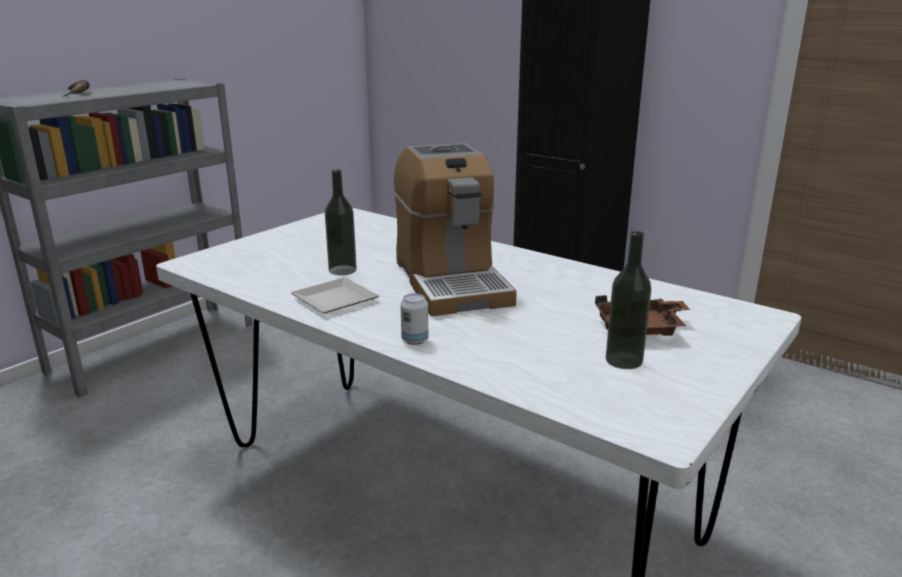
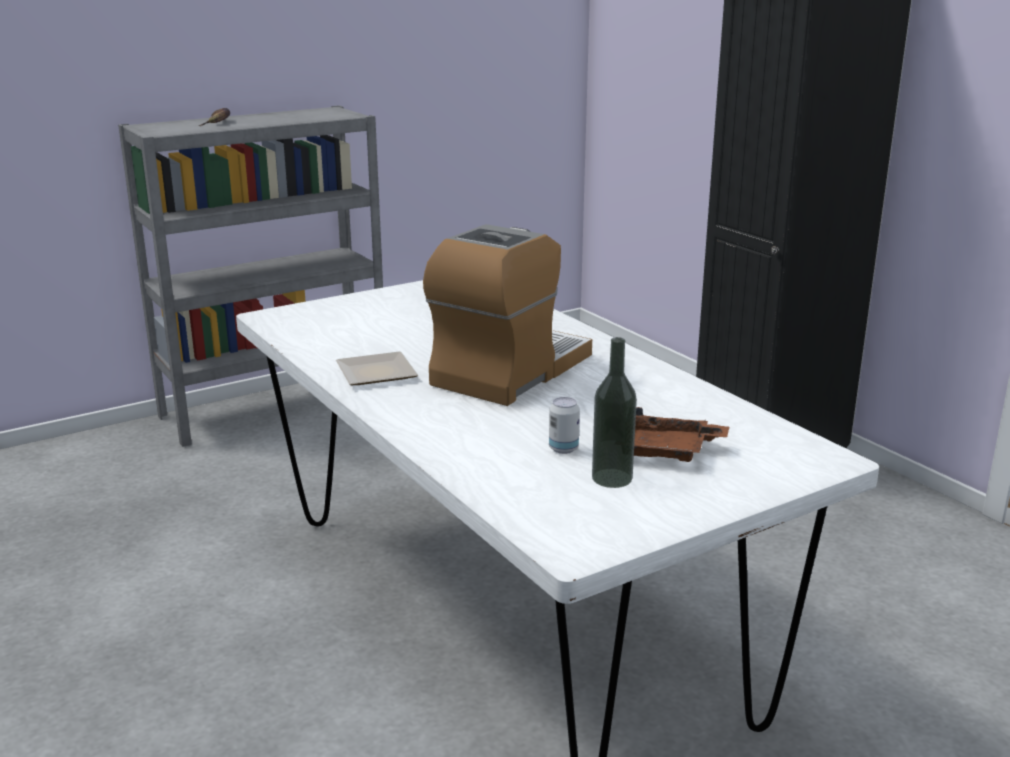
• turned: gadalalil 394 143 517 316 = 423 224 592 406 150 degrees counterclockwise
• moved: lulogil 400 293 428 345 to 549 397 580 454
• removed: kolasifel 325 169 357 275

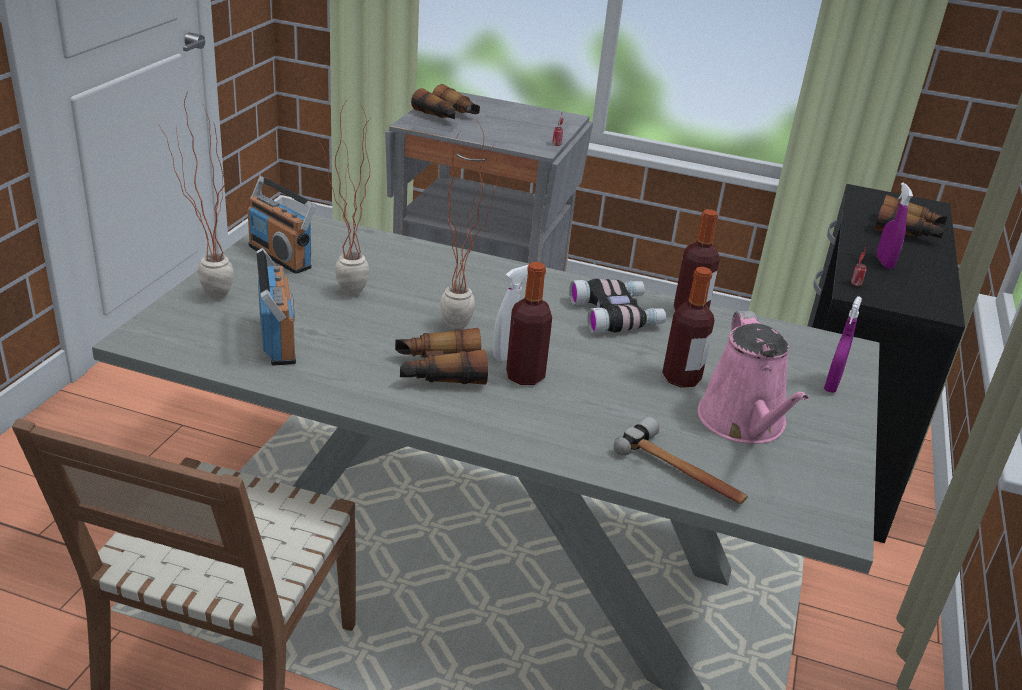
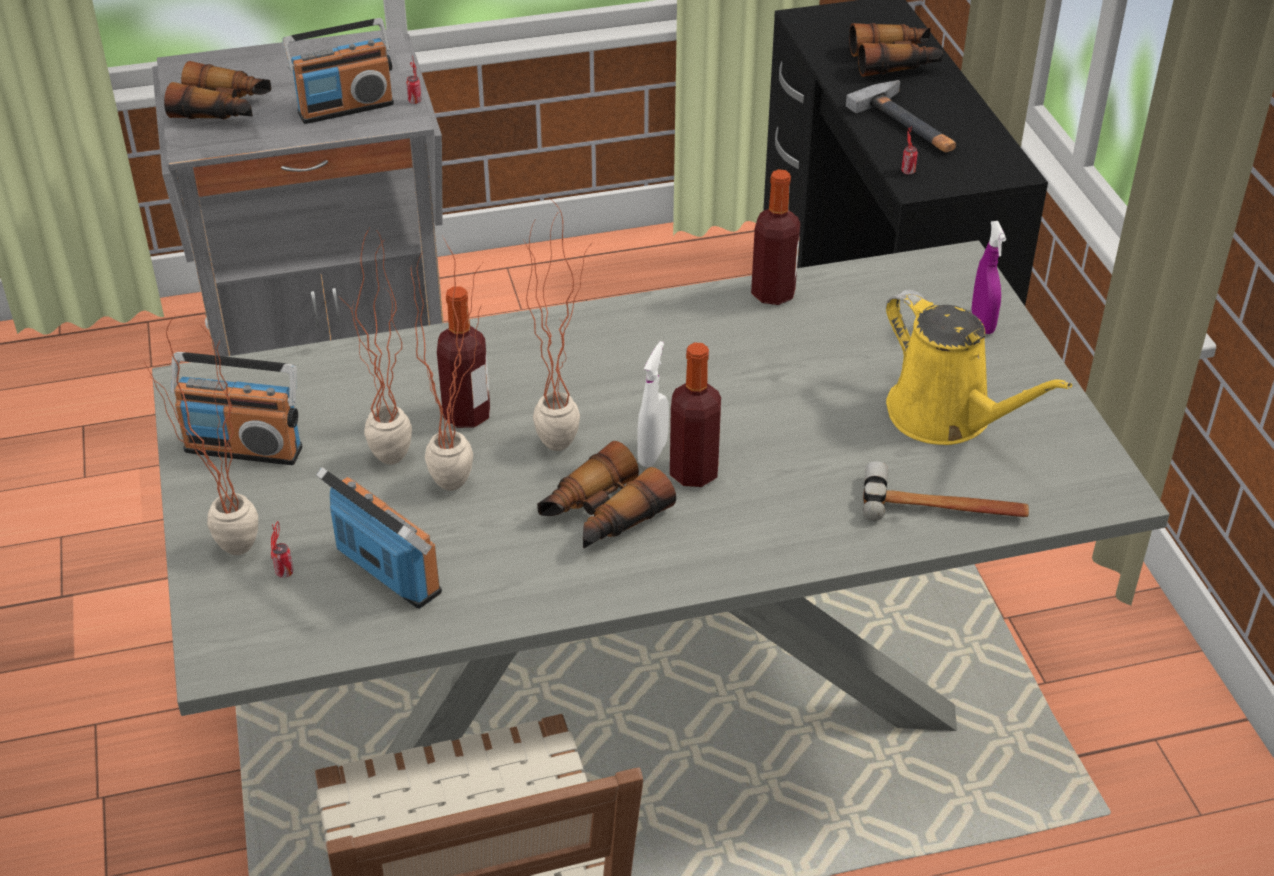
• added: lulogil 271 521 294 578
• added: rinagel 282 18 394 124
• added: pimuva 411 237 483 491
• moved: kolasifel 662 267 715 388 to 437 286 490 428
• replaced: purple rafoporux 876 182 913 269 to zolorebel 846 80 956 153
• recoloured: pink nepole 698 311 809 444 to yellow nepole 886 289 1072 445
• removed: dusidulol 569 279 666 334

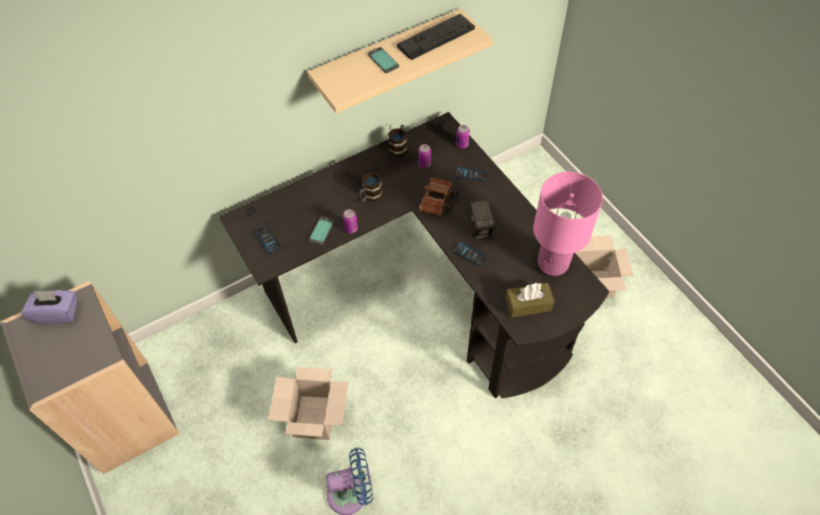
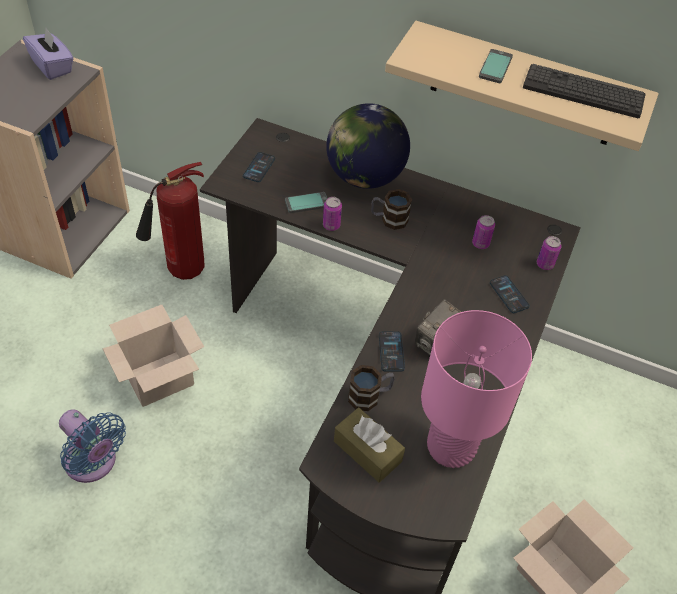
• added: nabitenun 136 162 205 280
• added: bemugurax 326 103 410 189
• moved: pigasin 388 125 407 157 to 348 365 395 411
• removed: brown dusidulol 419 177 459 216

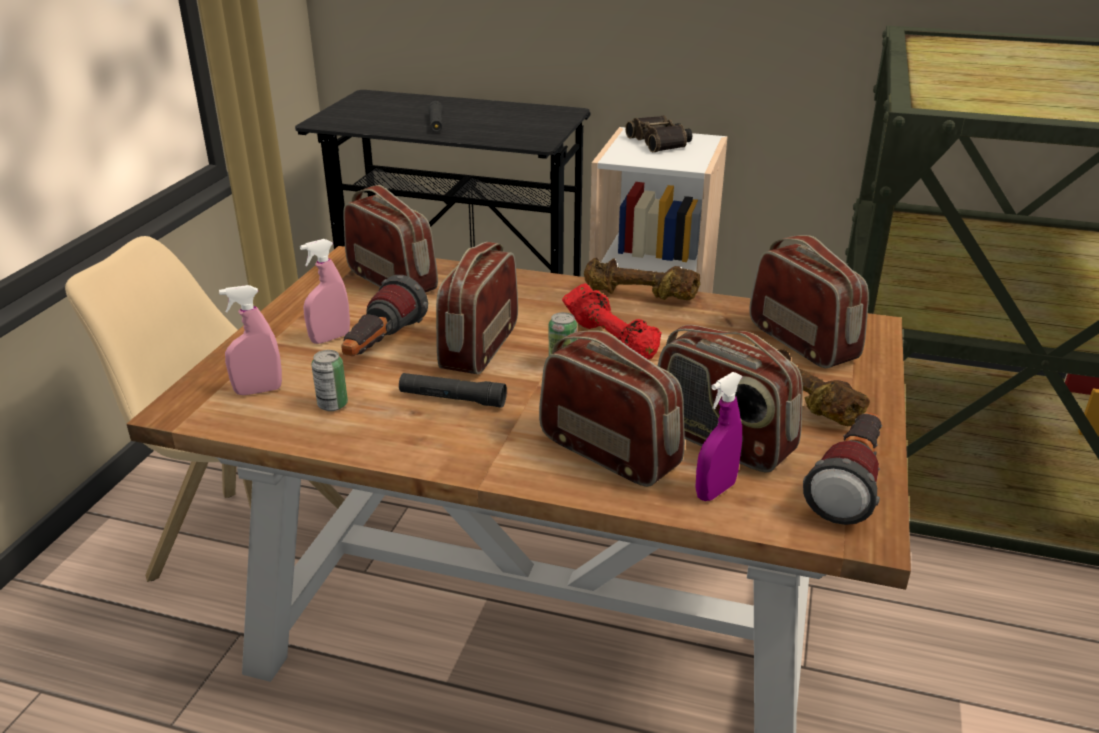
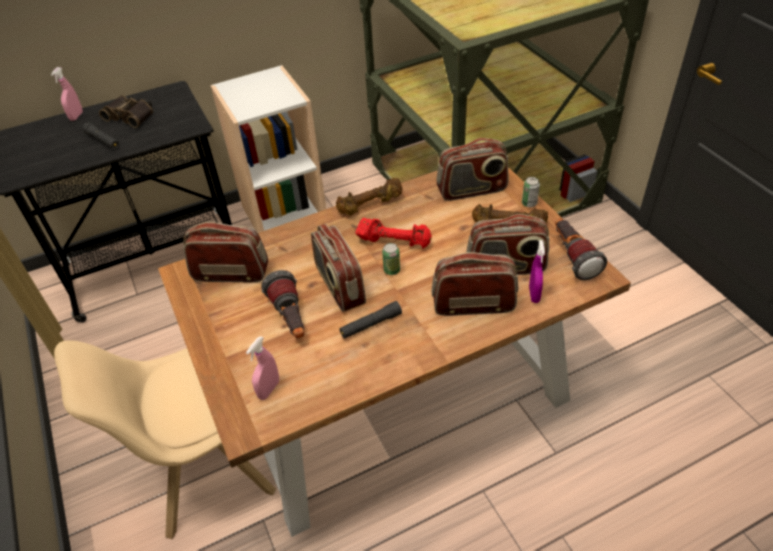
• moved: pink rafoporux 300 239 350 344 to 51 67 83 121
• moved: dusidulol 625 116 692 152 to 99 95 153 128
• turned: rinagel 750 235 869 368 = 437 138 509 201 150 degrees clockwise
• moved: lulogil 311 350 348 411 to 522 177 540 207

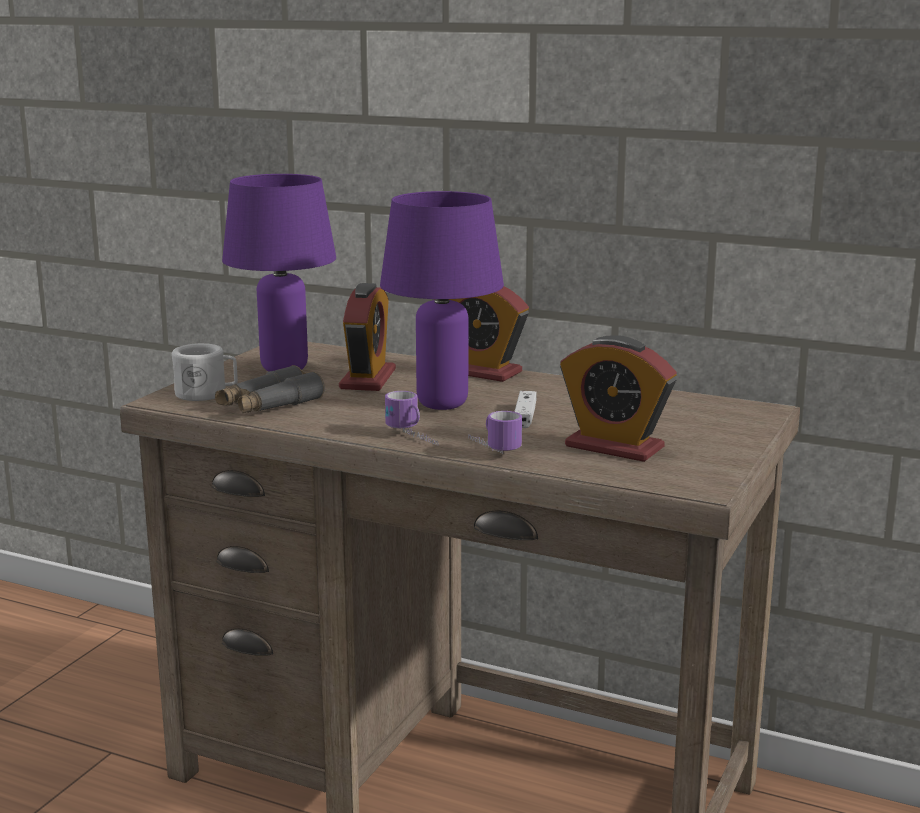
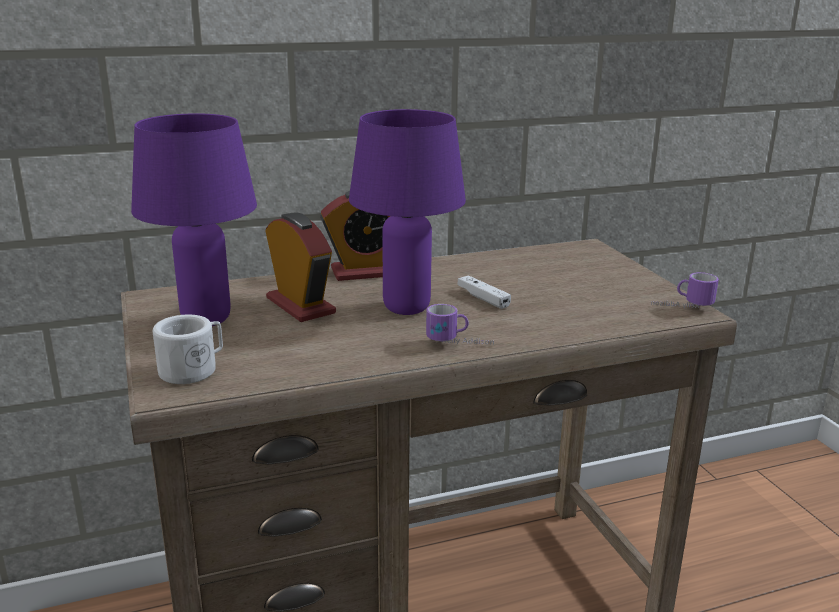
• moved: pigasin 468 411 522 454 to 651 272 719 308
• removed: grey dusidulol 215 365 325 413
• removed: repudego 560 335 677 462

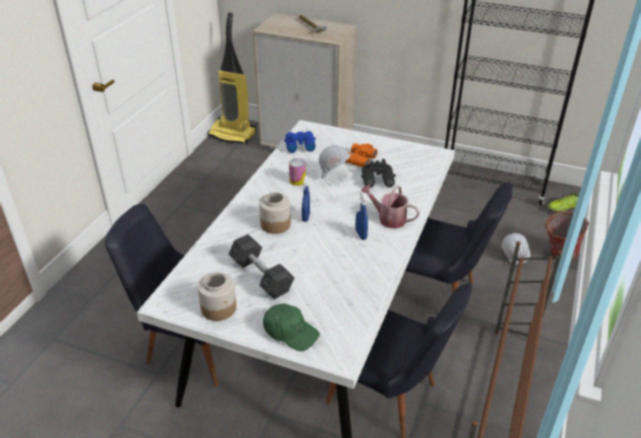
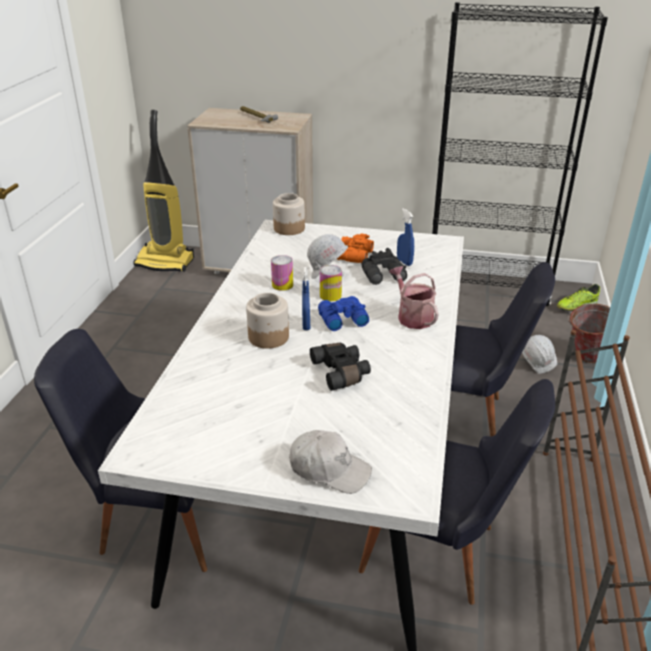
• moved: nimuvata 197 272 236 321 to 273 193 305 235
• recoloured: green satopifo 263 303 320 351 to white satopifo 289 430 372 494
• added: black dusidulol 310 343 371 391
• moved: blue dusidulol 284 131 316 153 to 318 296 369 331
• added: lulogil 320 265 342 301
• turned: nepole 361 184 420 229 = 389 266 438 329 45 degrees clockwise
• moved: blue rafoporux 355 190 368 240 to 397 208 414 266
• removed: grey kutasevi 229 234 294 299

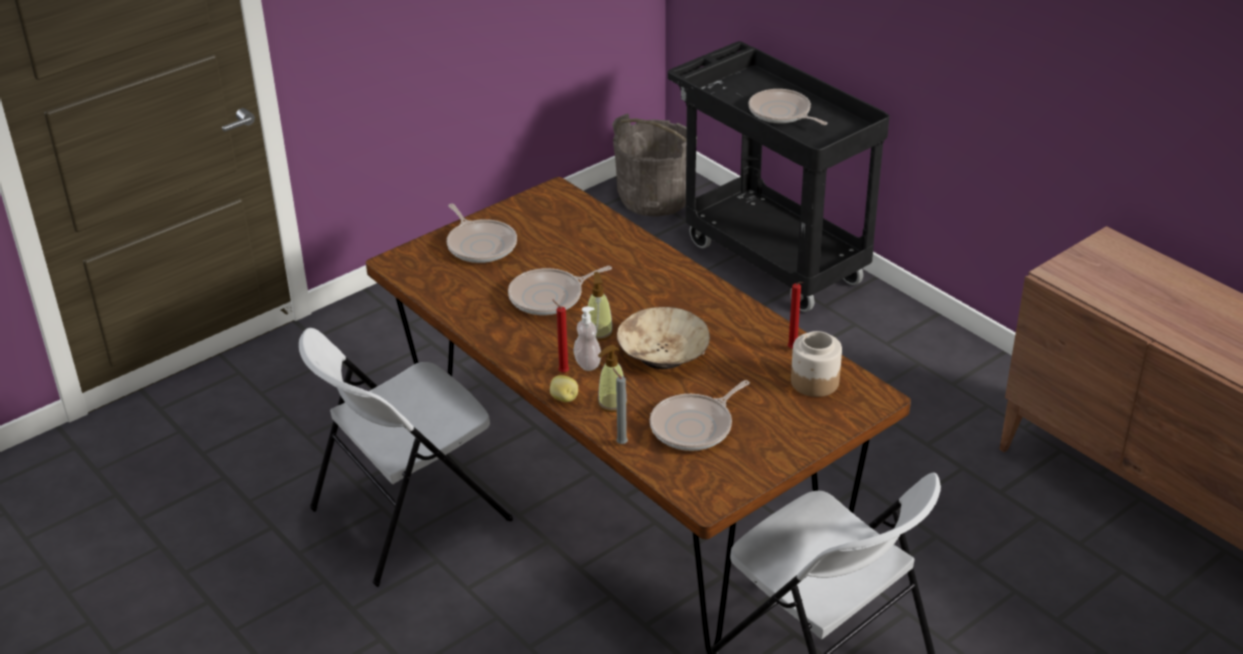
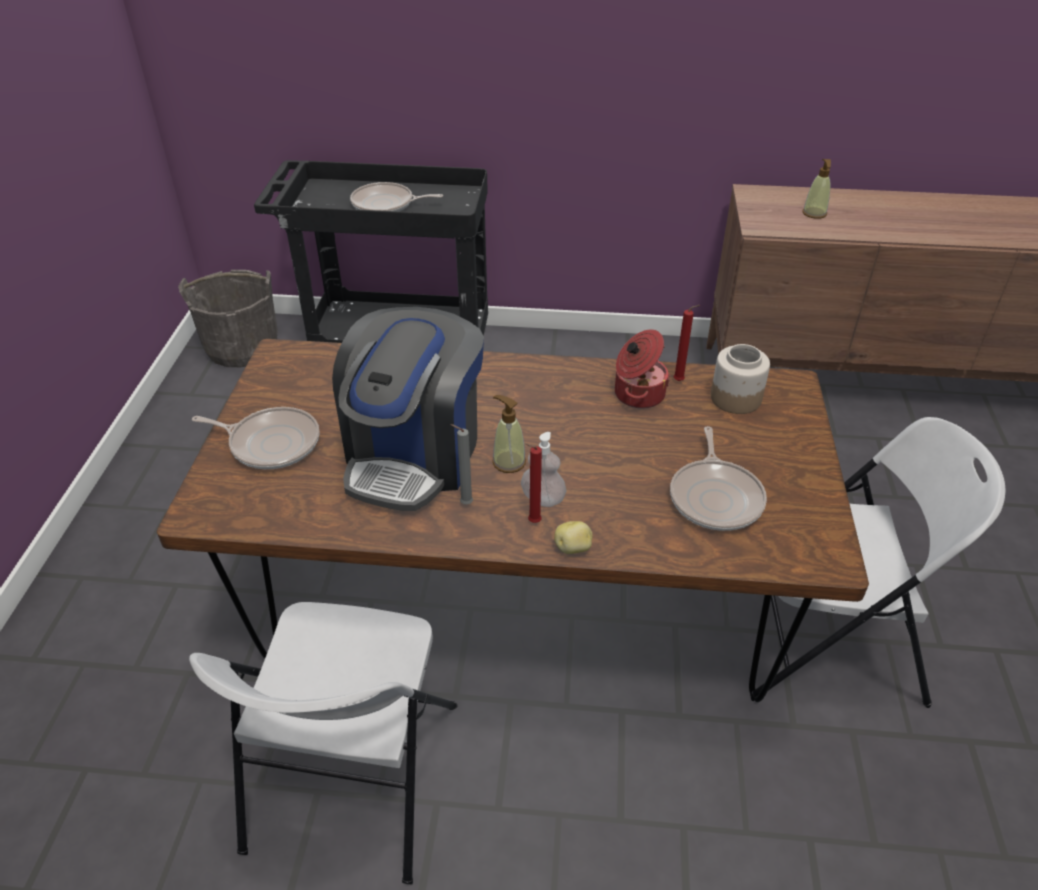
• replaced: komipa 508 266 612 315 to gadalalil 332 307 484 511
• moved: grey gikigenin 613 368 628 444 to 450 424 473 505
• added: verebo 615 329 670 409
• moved: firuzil 598 345 628 412 to 803 159 831 219
• removed: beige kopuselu 617 307 710 369

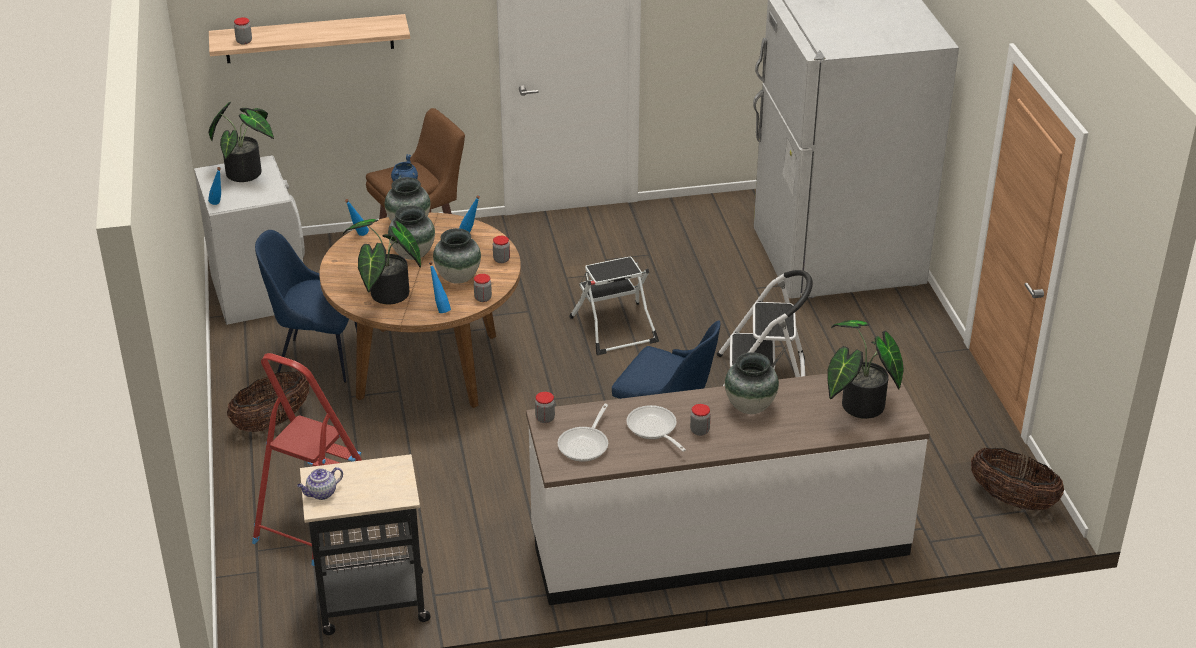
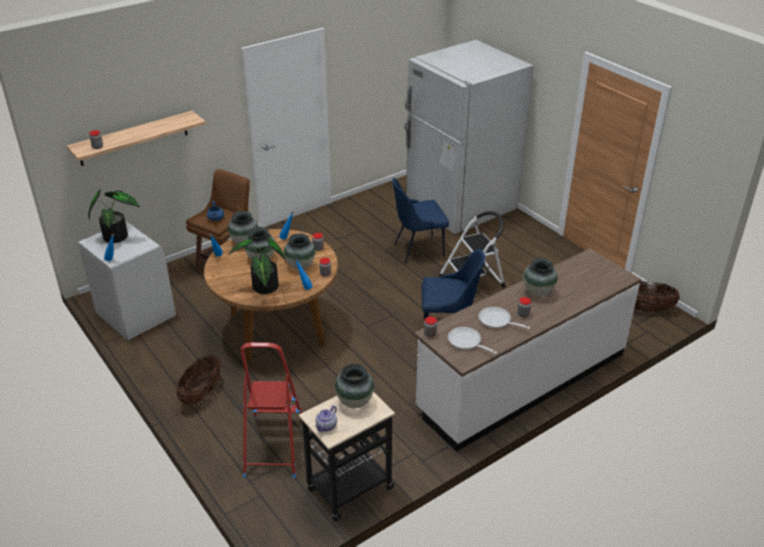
• added: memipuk 335 364 374 408
• moved: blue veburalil 255 230 357 383 to 392 178 449 263
• turned: komipa 558 404 608 462 = 448 327 497 354 135 degrees clockwise
• removed: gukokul 569 257 659 355
• removed: pimuva 827 320 904 419

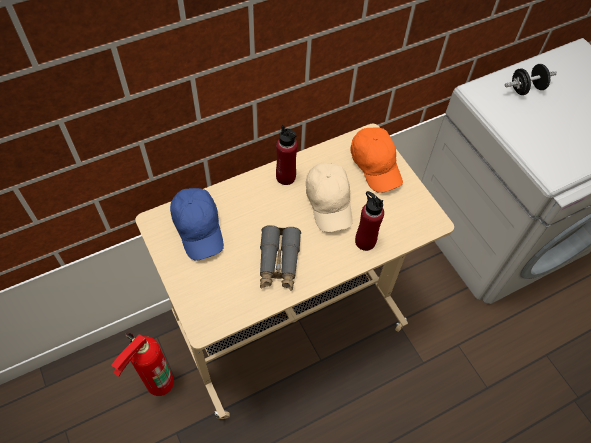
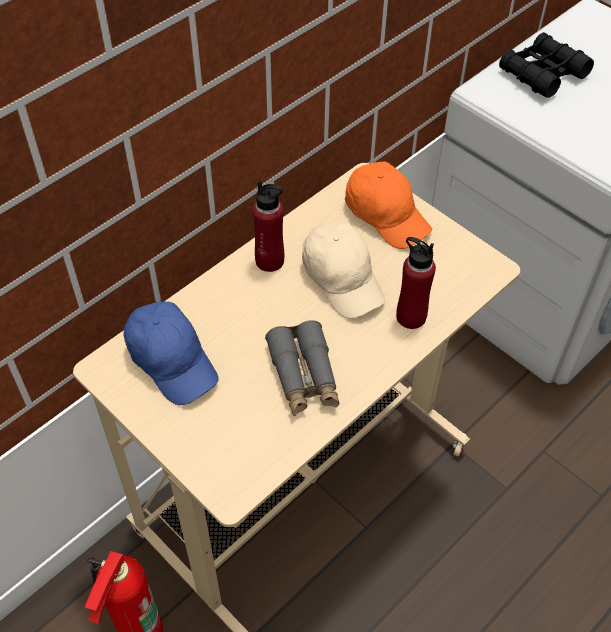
• replaced: black kutasevi 505 64 557 95 to black dusidulol 499 32 594 98

